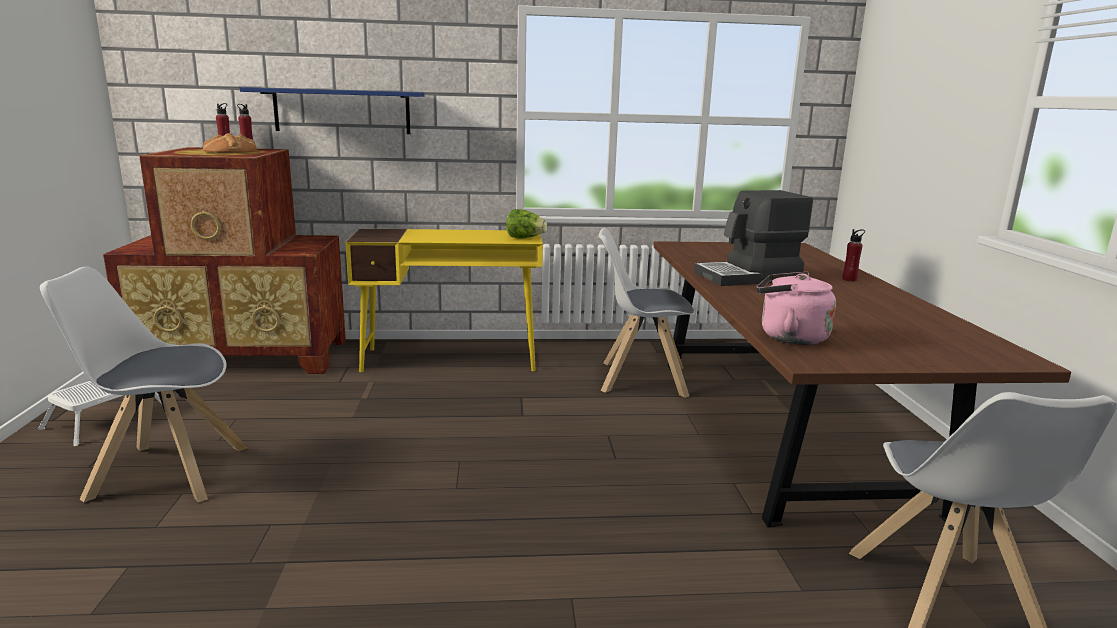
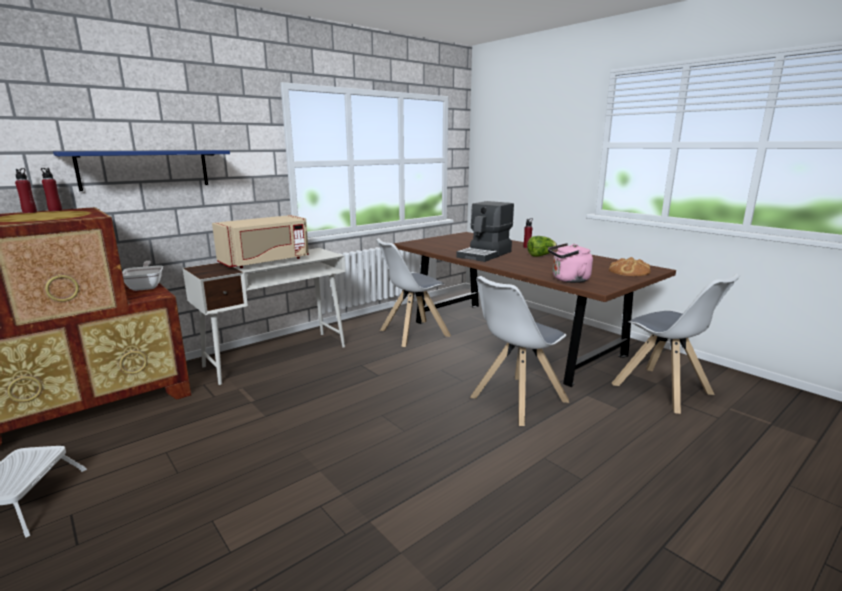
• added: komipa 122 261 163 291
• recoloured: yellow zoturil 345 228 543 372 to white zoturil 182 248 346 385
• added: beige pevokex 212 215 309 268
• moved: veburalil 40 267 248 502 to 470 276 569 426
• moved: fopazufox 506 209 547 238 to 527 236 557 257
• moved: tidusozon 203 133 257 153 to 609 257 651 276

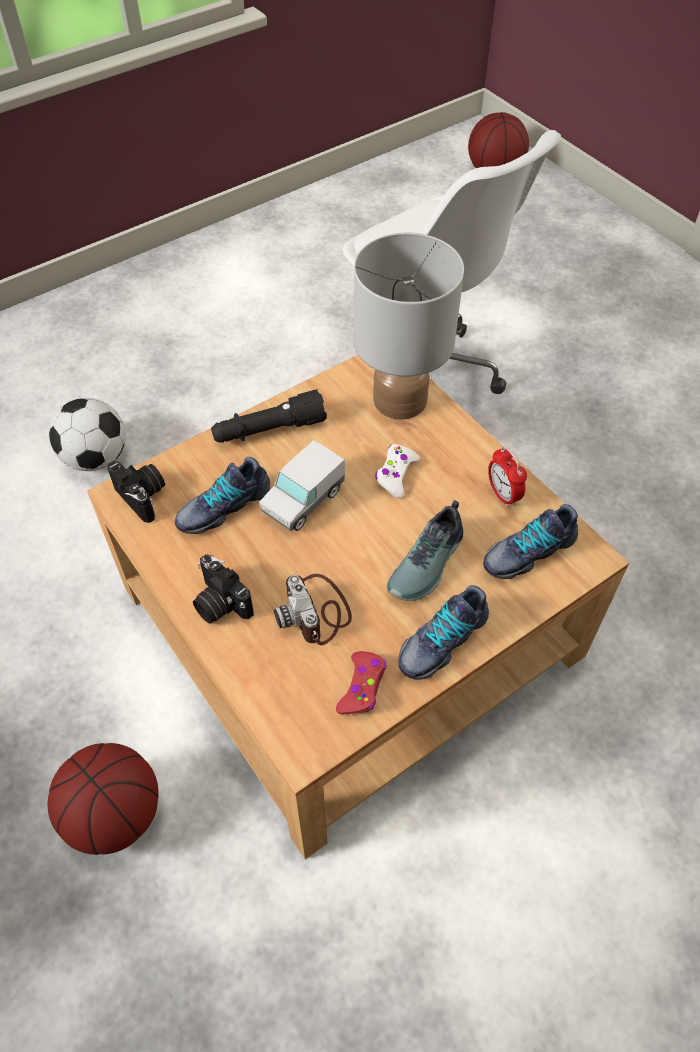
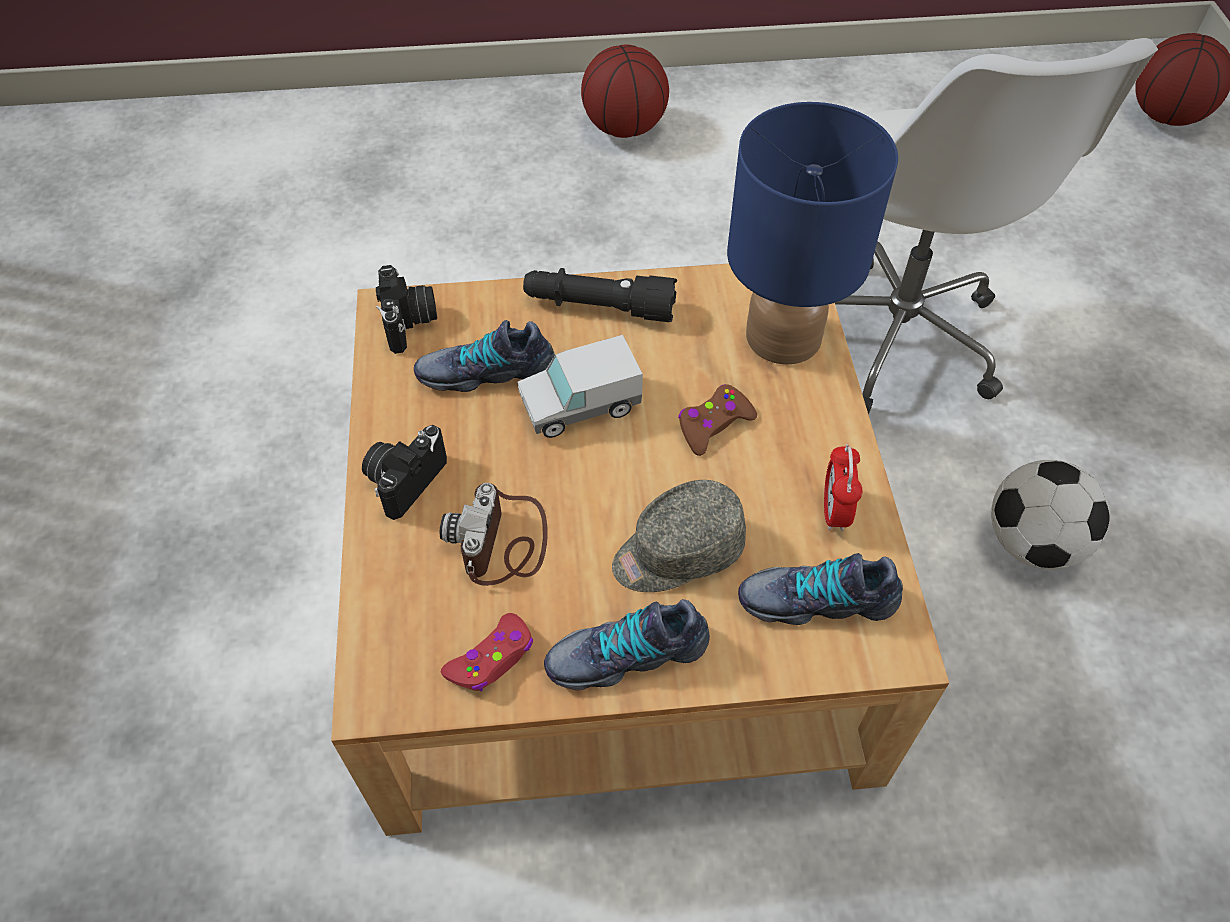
• turned: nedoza 193 554 254 624 = 362 425 447 520 45 degrees clockwise
• moved: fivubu 47 743 159 855 to 581 44 669 138
• replaced: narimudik 387 500 463 601 to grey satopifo 612 480 746 592
• recoloured: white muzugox 375 444 420 498 to brown muzugox 678 384 757 456
• recoloured: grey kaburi 354 233 464 419 to blue kaburi 727 102 898 364
• moved: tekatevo 49 398 126 471 to 991 460 1110 570

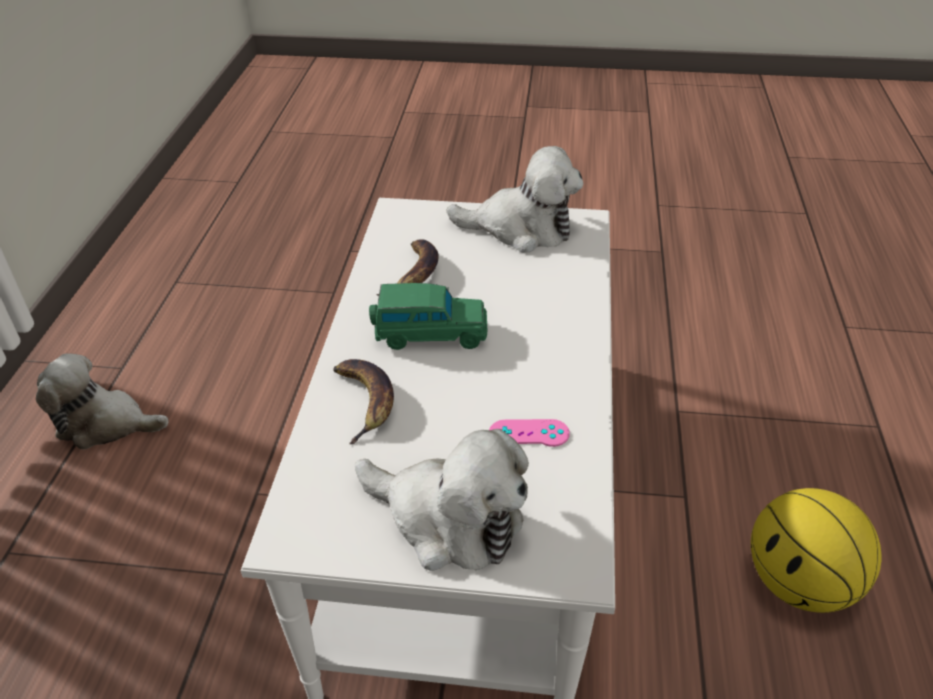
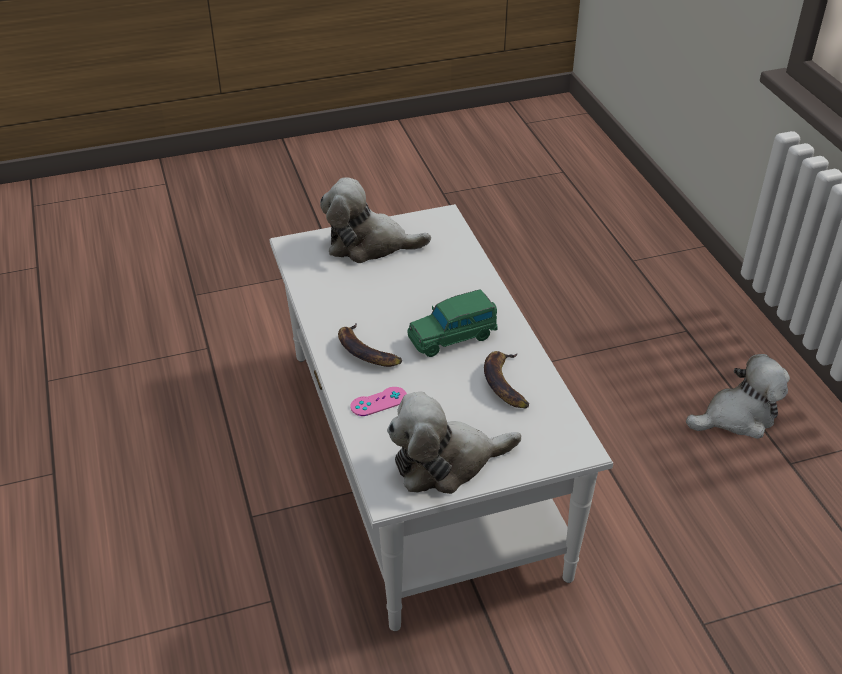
• moved: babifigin 333 359 394 444 to 338 324 402 367
• moved: pink muzugox 489 419 570 447 to 350 387 407 416
• removed: fivubu 751 488 881 613

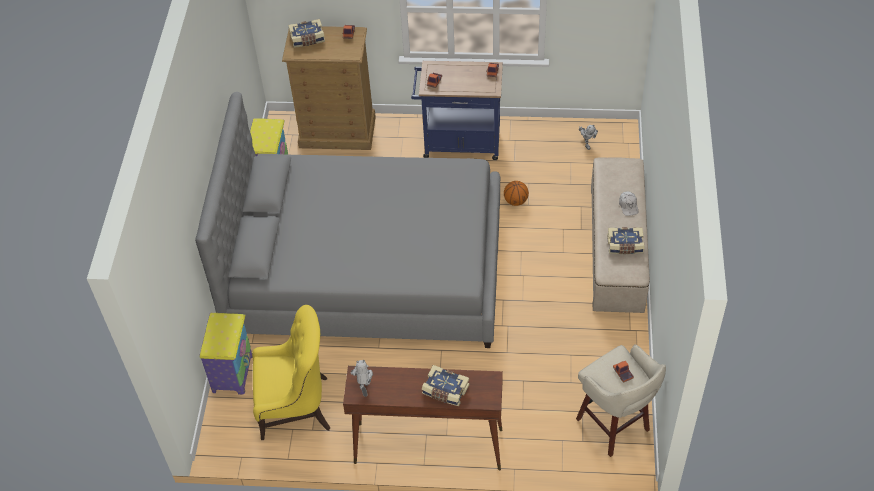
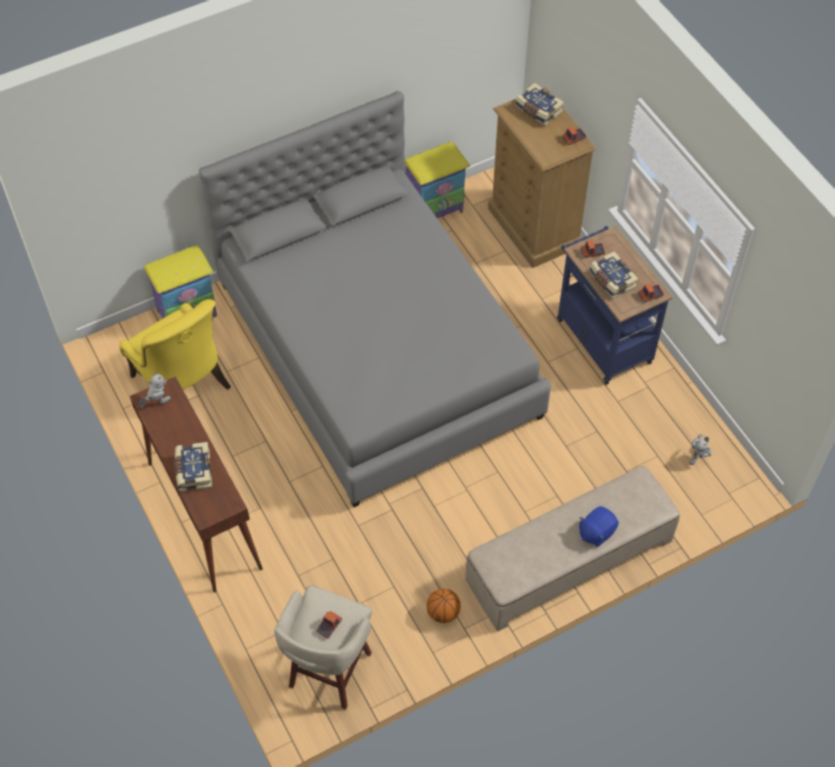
• moved: fivubu 504 181 529 206 to 427 589 461 623
• replaced: white satopifo 619 191 639 216 to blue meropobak 579 506 619 547
• moved: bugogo 607 227 645 254 to 589 251 639 299

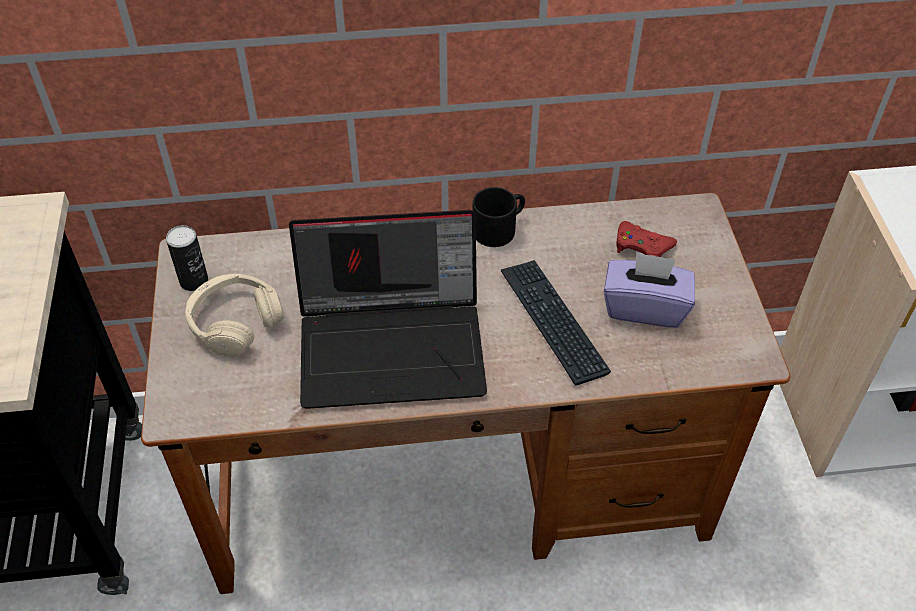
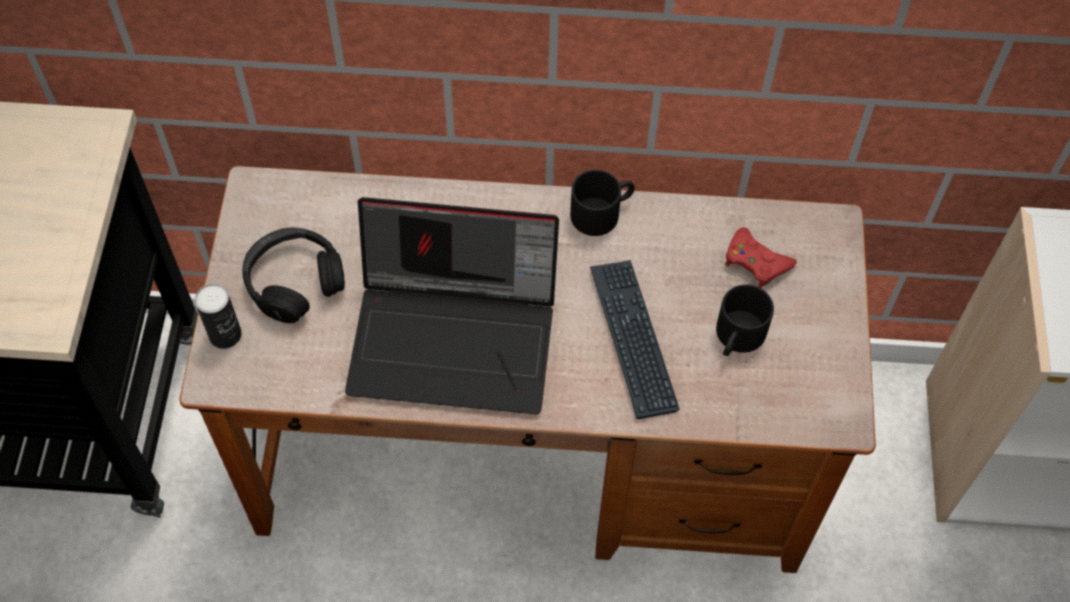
• moved: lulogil 166 225 208 291 to 195 284 242 349
• recoloured: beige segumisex 185 274 284 356 to black segumisex 242 227 345 323
• replaced: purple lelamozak 604 252 695 328 to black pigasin 716 284 774 356

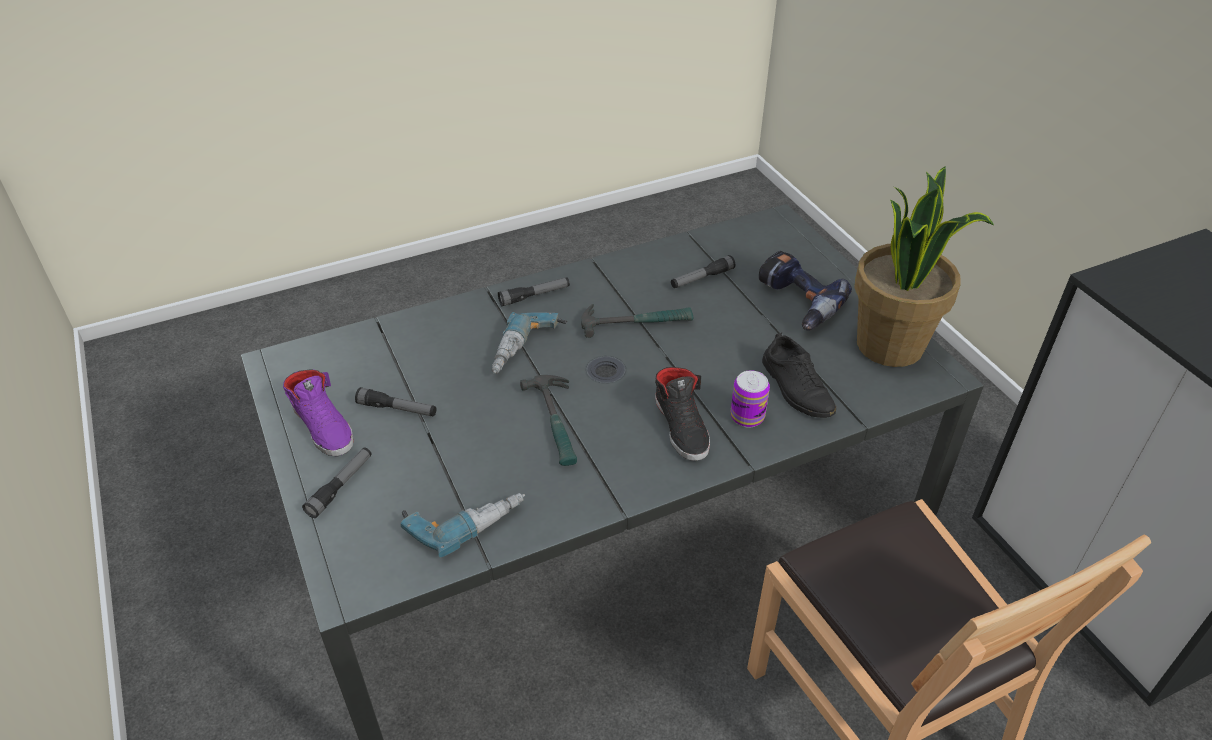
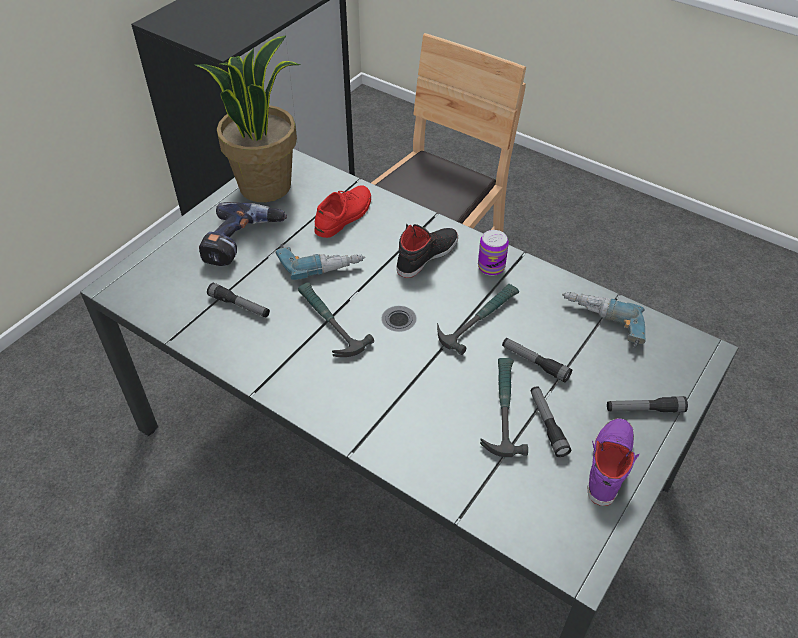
• moved: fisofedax 492 312 567 374 to 276 244 365 280
• recoloured: black narimudik 762 332 836 418 to red narimudik 315 185 371 238
• moved: lulogil 731 370 770 428 to 478 230 509 276
• added: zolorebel 480 358 528 457
• moved: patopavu 498 277 570 306 to 502 338 572 383

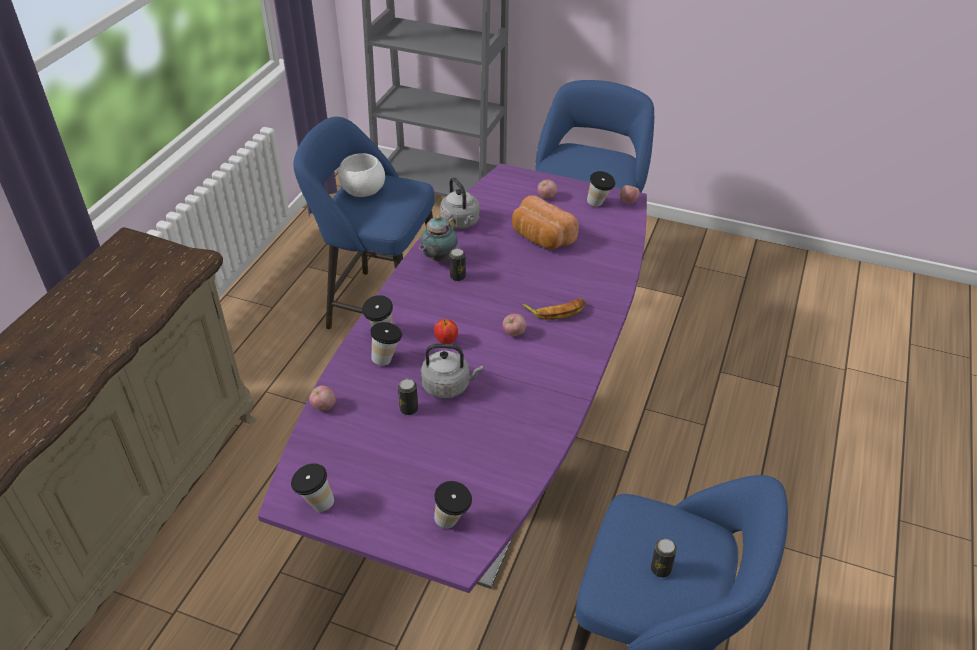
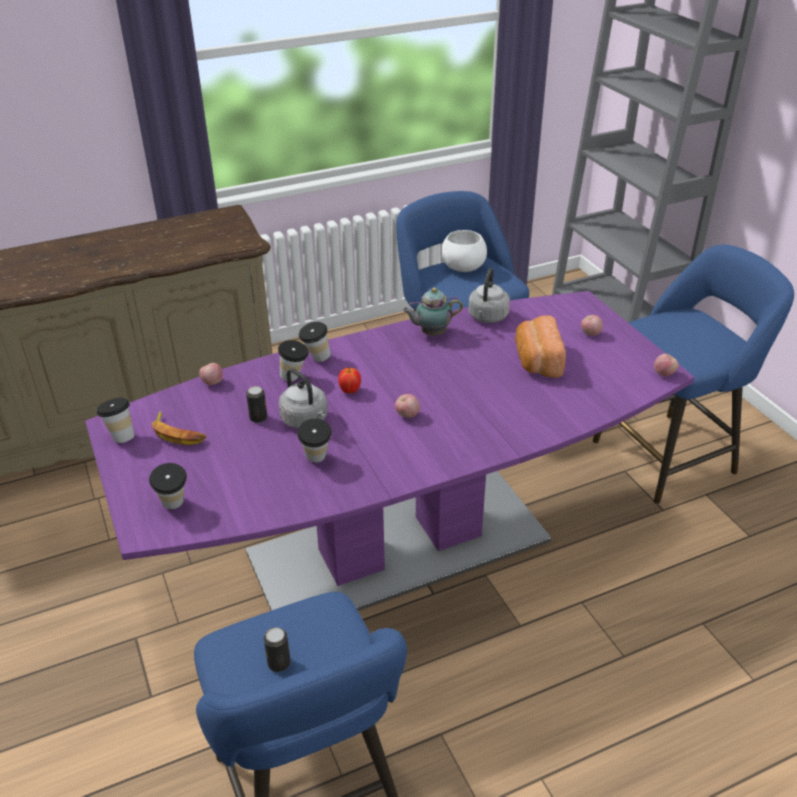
• moved: babifigin 523 298 586 320 to 152 411 206 445
• moved: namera 587 171 615 207 to 297 418 332 463
• removed: lulogil 449 248 466 281

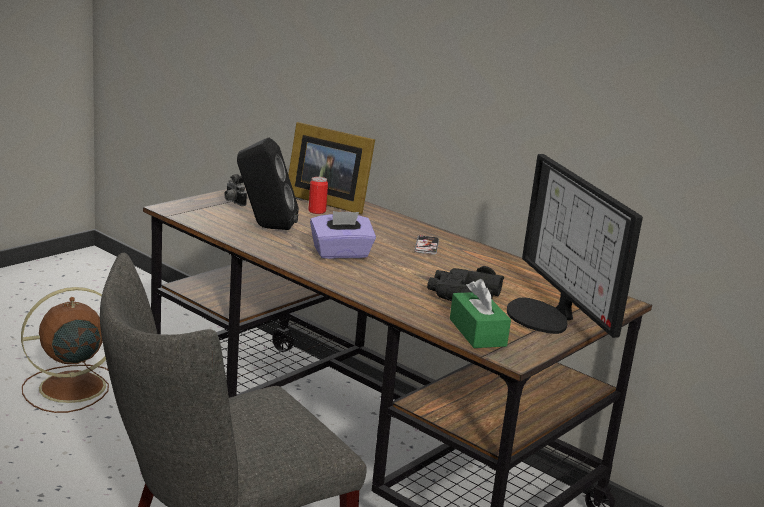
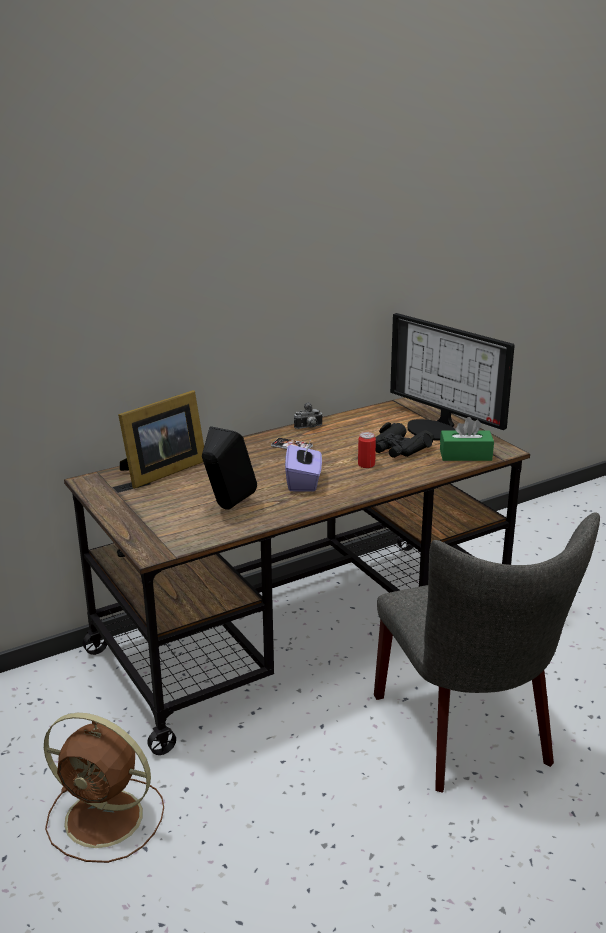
• turned: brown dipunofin 21 287 109 413 = 44 713 164 863 60 degrees counterclockwise
• moved: nedoza 224 174 247 206 to 294 402 323 429
• moved: lulogil 308 177 328 214 to 358 432 376 468
• turned: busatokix 507 154 643 338 = 390 313 515 441 45 degrees clockwise

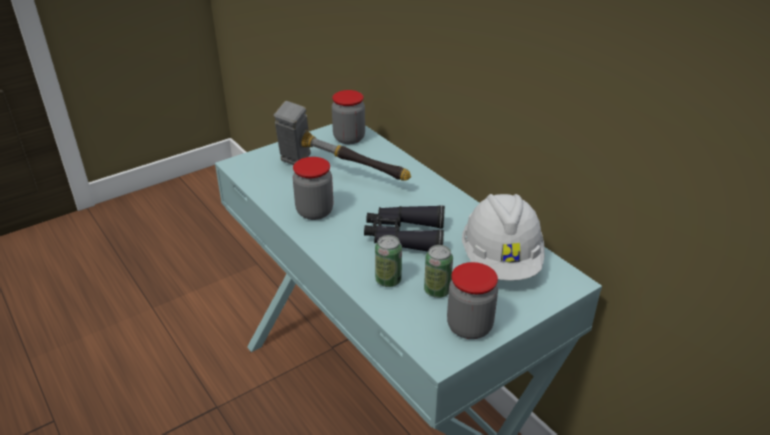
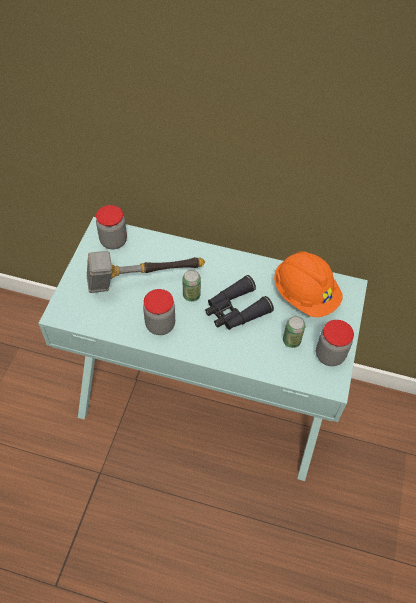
• moved: lulogil 375 235 402 287 to 182 270 201 302
• recoloured: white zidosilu 462 194 545 281 to orange zidosilu 274 251 343 317

